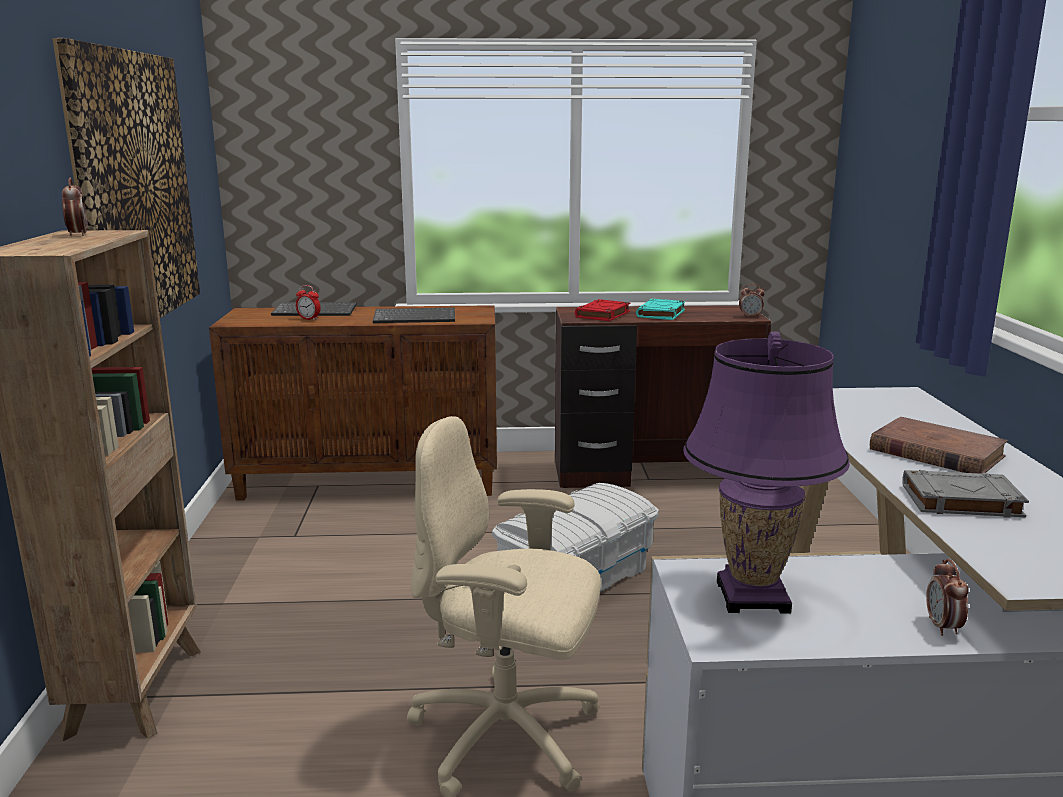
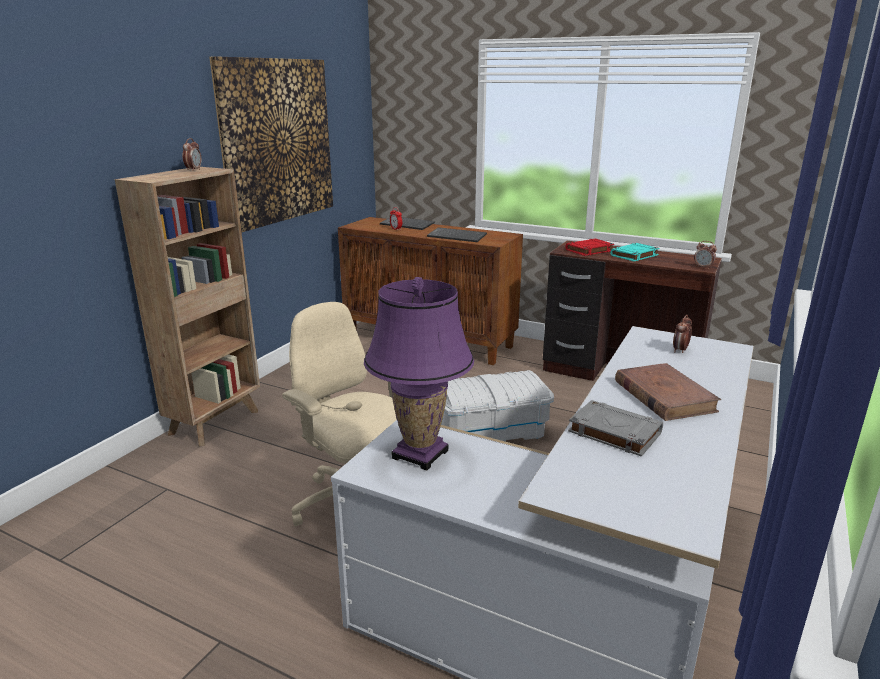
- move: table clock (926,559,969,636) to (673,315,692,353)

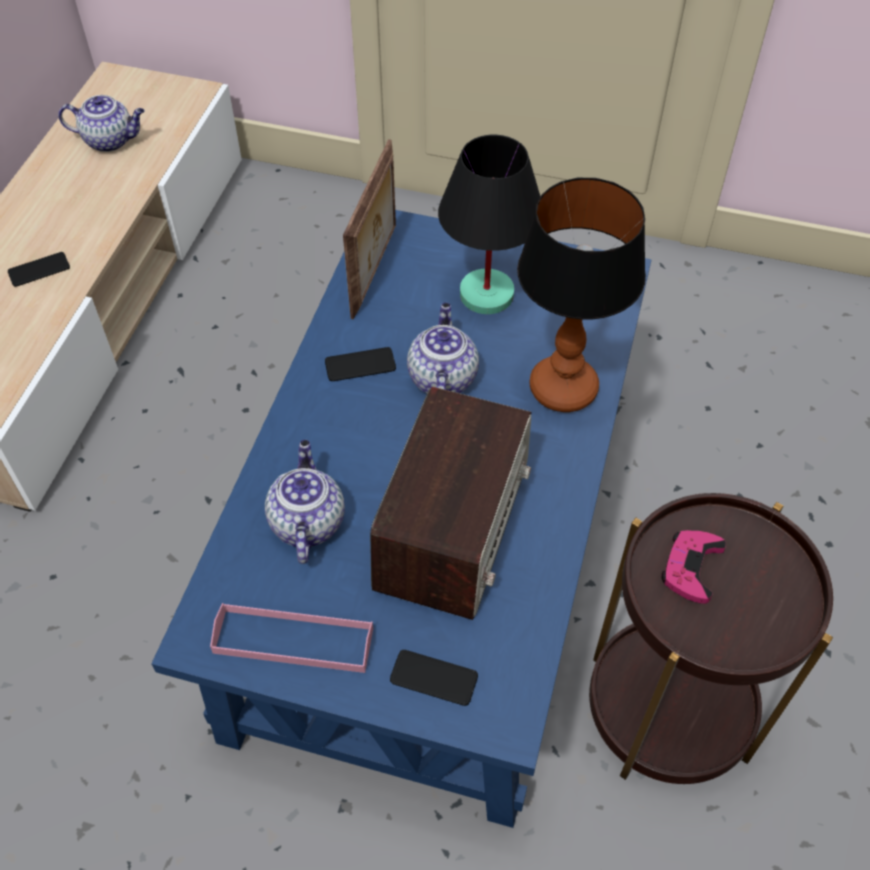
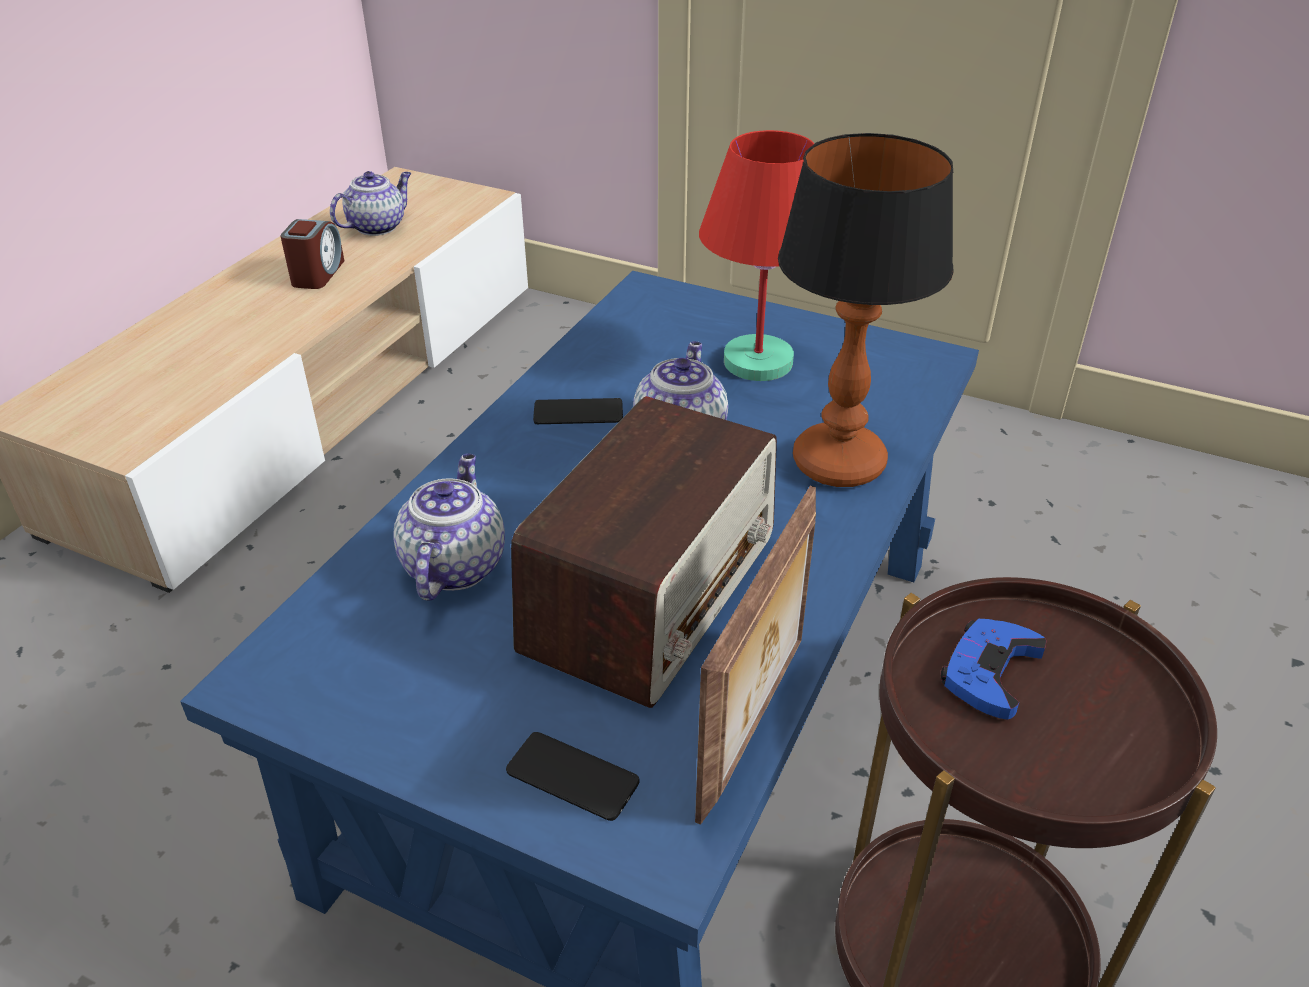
- delete: handset (8,252,70,287)
- rotate: pot for tea (58,95,145,152) = (330,171,411,236) 60 degrees counterclockwise
- delete: pinkish carrying tray (210,603,373,673)
- move: photo frame (343,139,396,319) to (695,486,816,825)
- recolor: black lamp for a table (438,135,541,314) to red lamp for a table (699,130,814,381)
- recolor: pinkish game controller (661,530,726,604) to blue-coloured game controller (941,619,1046,720)
- insert: table clock (280,219,344,289)

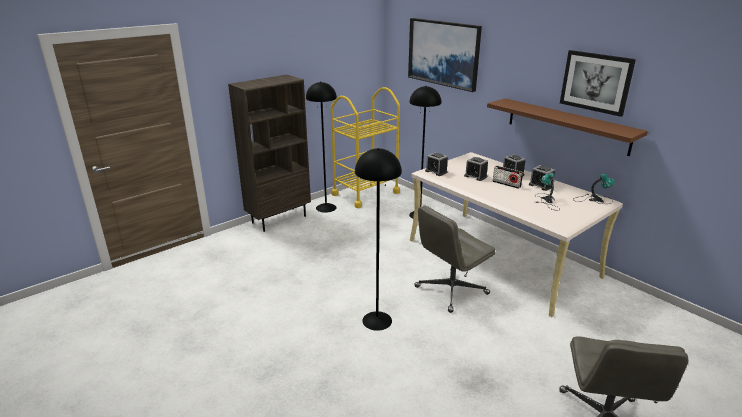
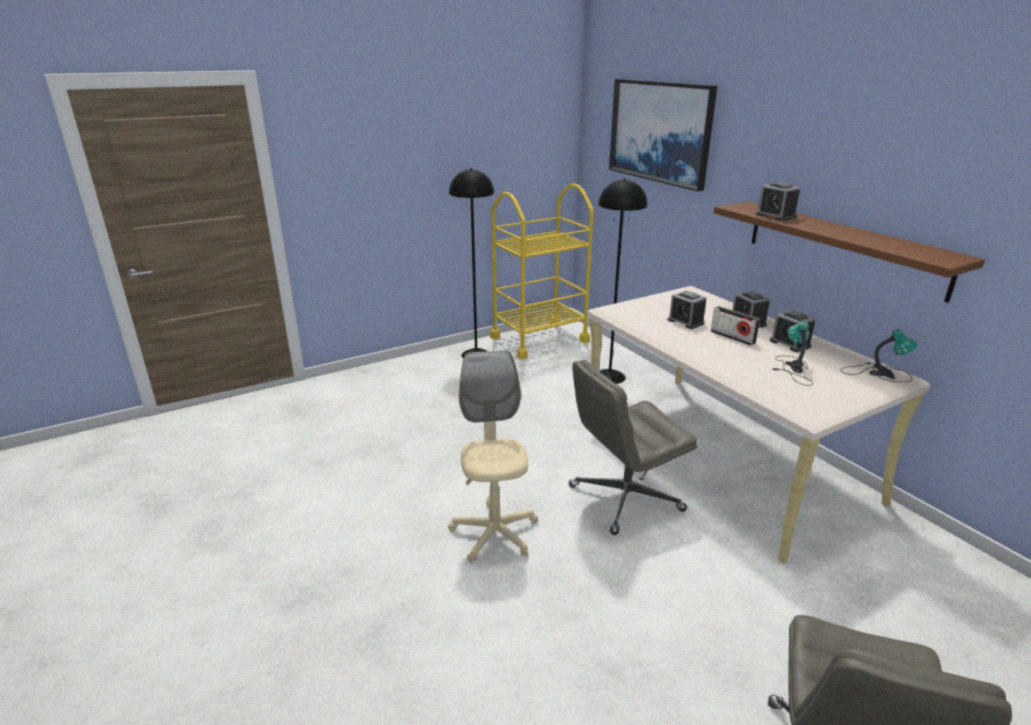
- delete: brown bookcase (228,75,311,232)
- replace: black standing lamp (355,148,402,331) to beige-coloured desk chair (448,350,538,563)
- move: table clock (425,152,448,176) to (756,182,800,221)
- delete: picture (560,50,636,117)

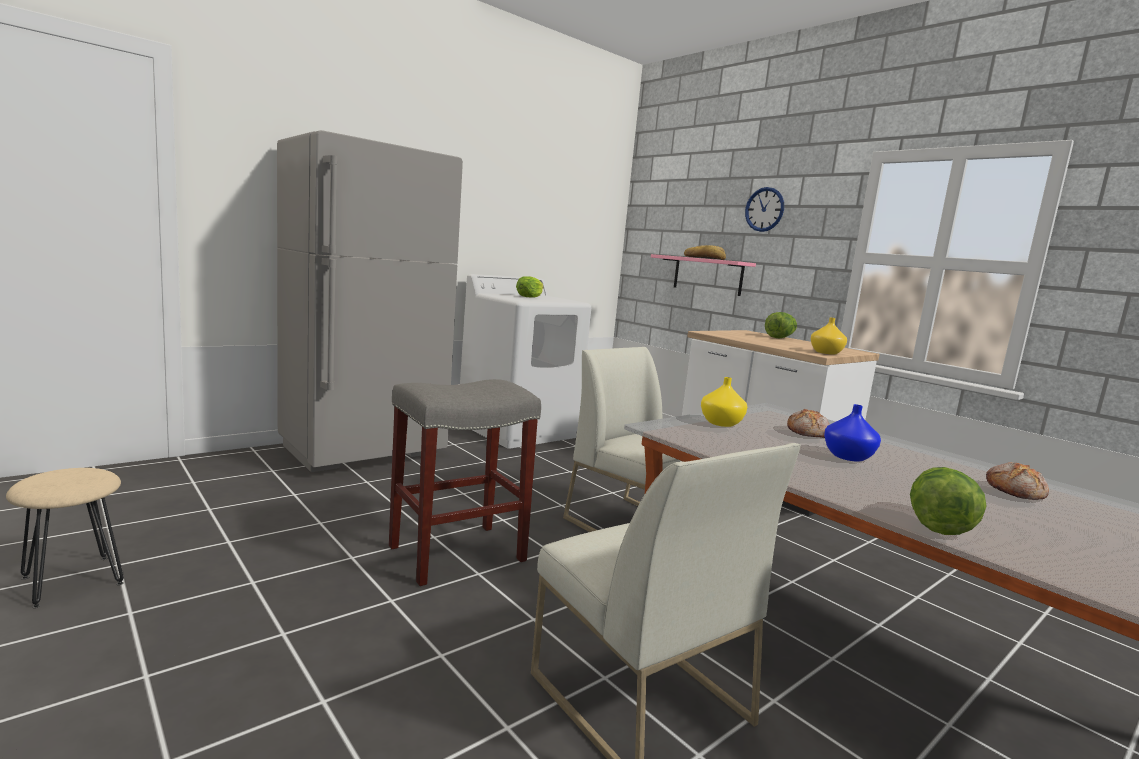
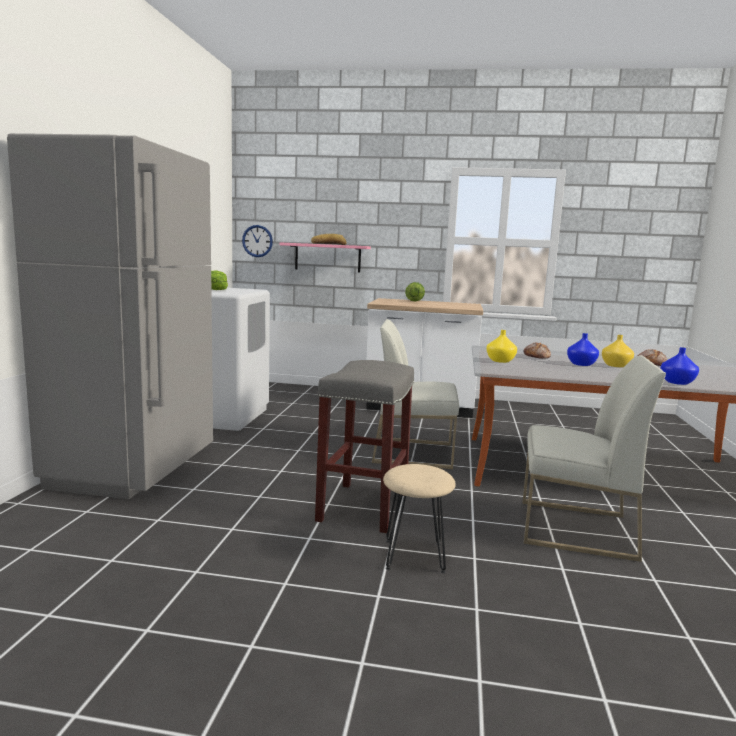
- move: beige-coloured sitting stool (6,468,124,608) to (383,464,456,573)
- move: hanging clock (745,187,784,232) to (242,225,273,257)
- move: yellowish flower vase (811,318,847,355) to (602,335,634,367)
- replace: lettuce head (910,467,986,535) to blue-coloured flower vase (660,347,699,385)

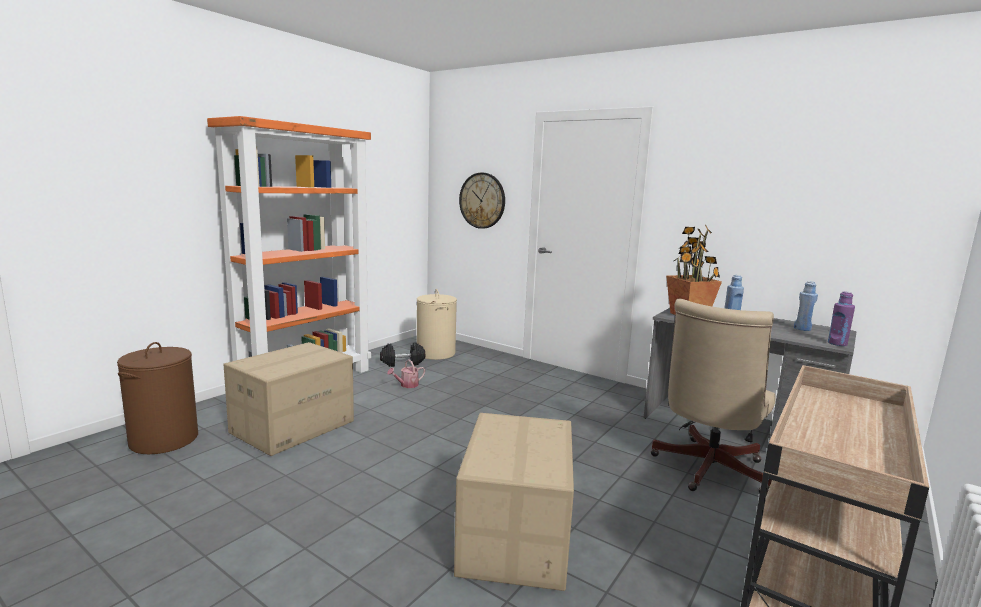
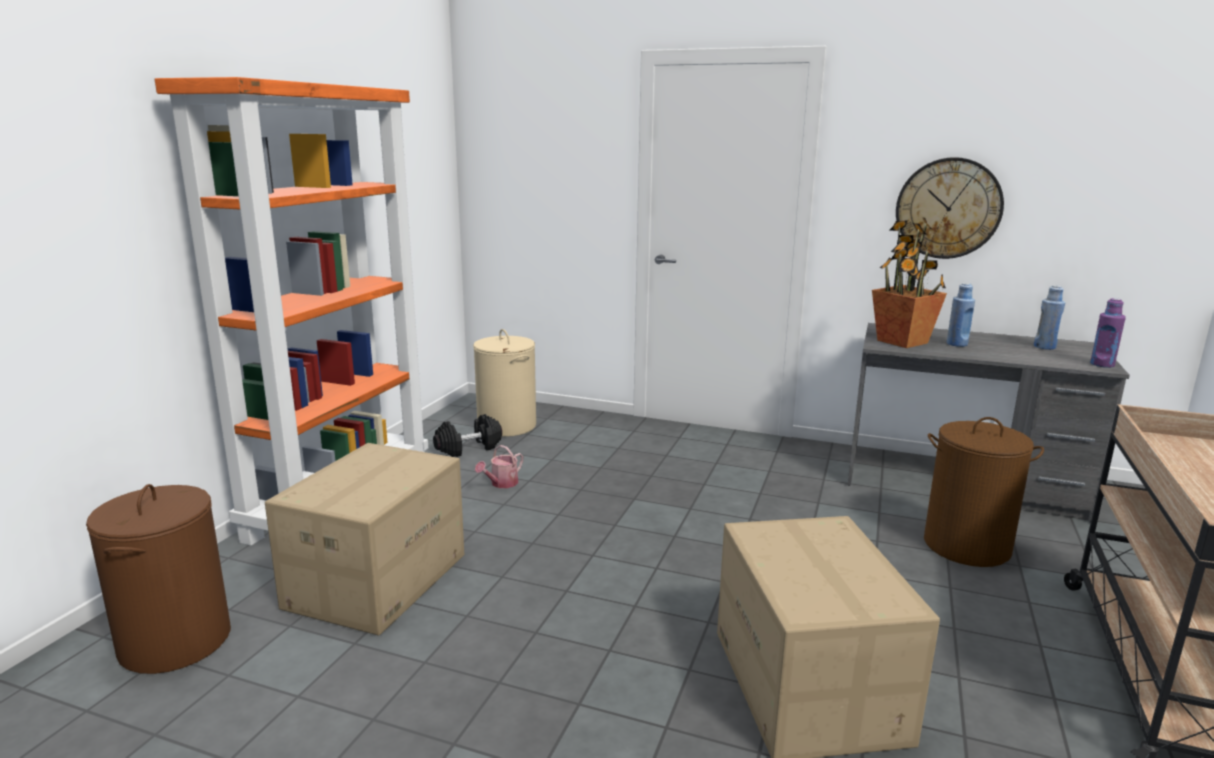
- move: hanging clock (459,173,505,229) to (896,157,1004,259)
- replace: beige-coloured desk chair (651,299,776,495) to brown laundry basket (924,417,1044,567)

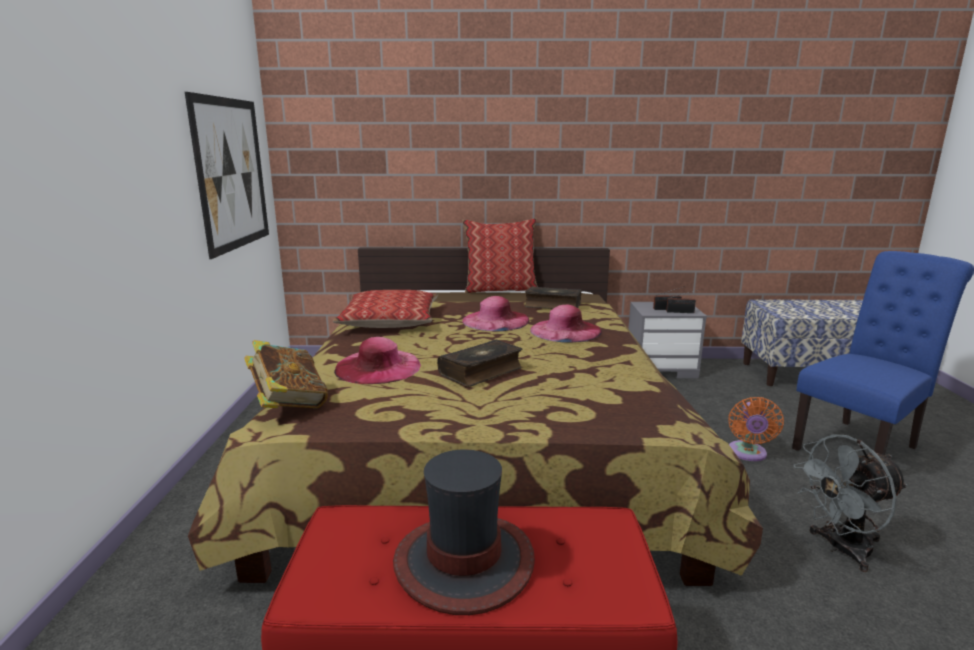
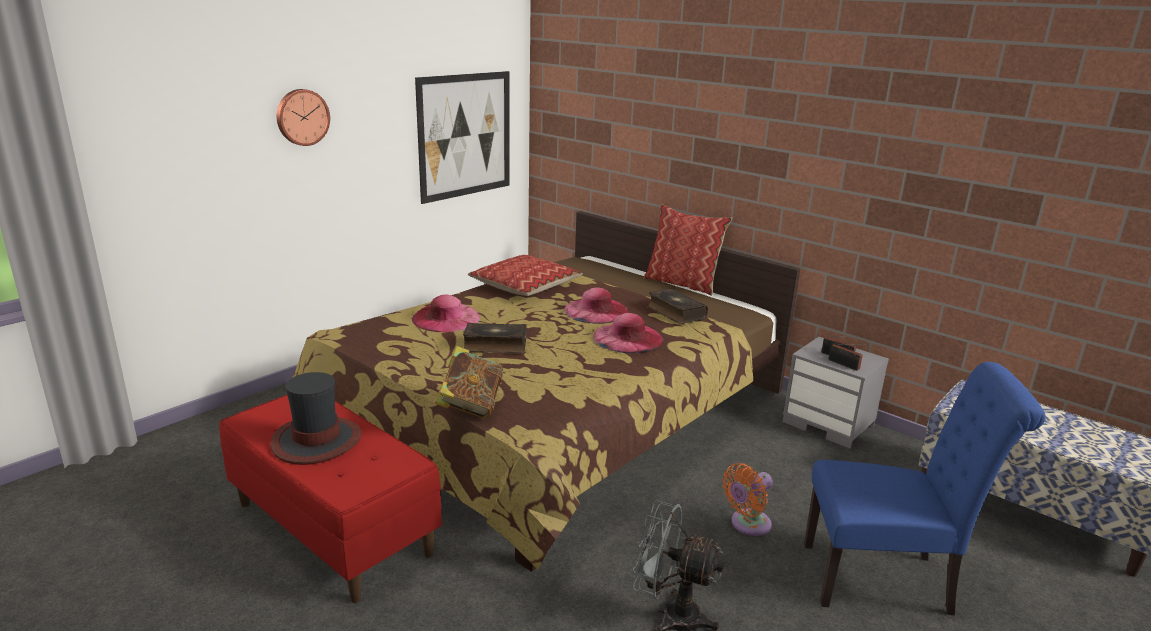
- move: volume (244,340,328,408) to (435,346,503,418)
- insert: hanging clock (277,89,330,146)

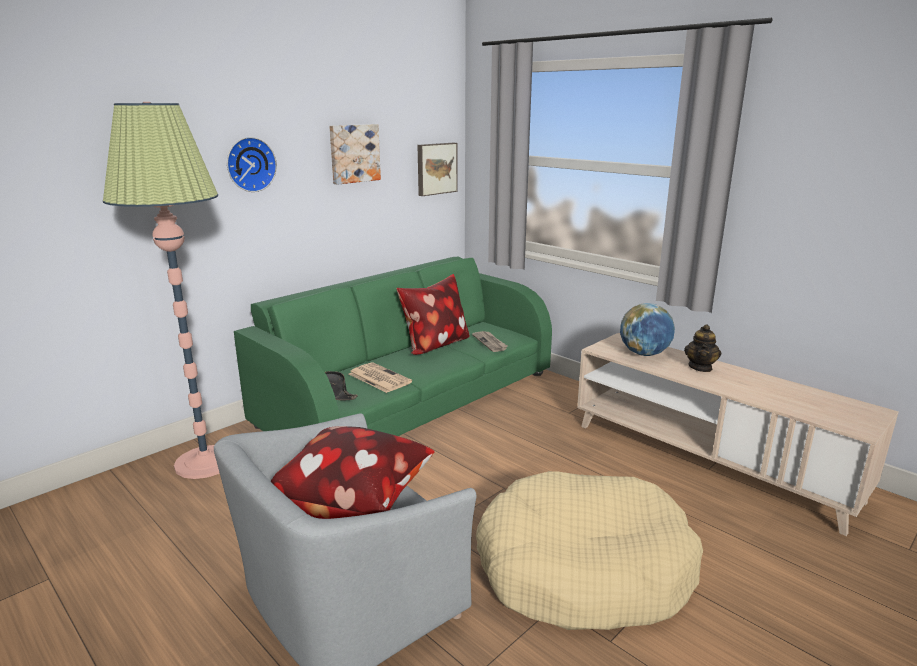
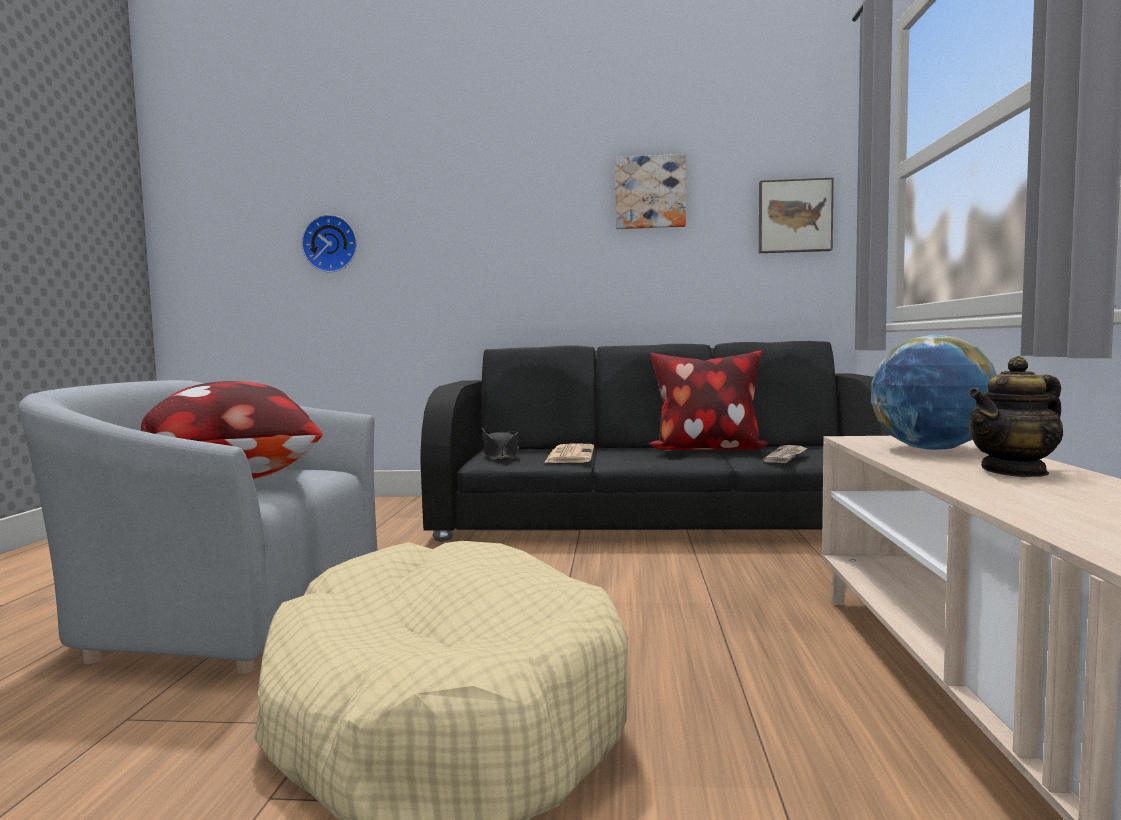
- delete: standing lamp (103,102,220,479)
- move: hanging clock (227,137,277,192) to (302,214,357,273)
- recolor: greenish settee (234,257,552,436) to black settee (421,341,891,542)

